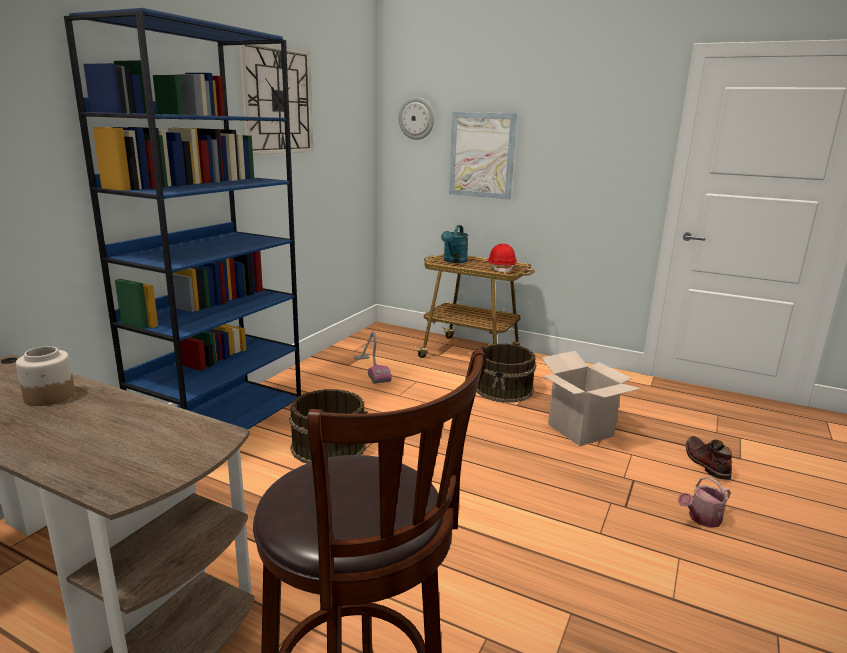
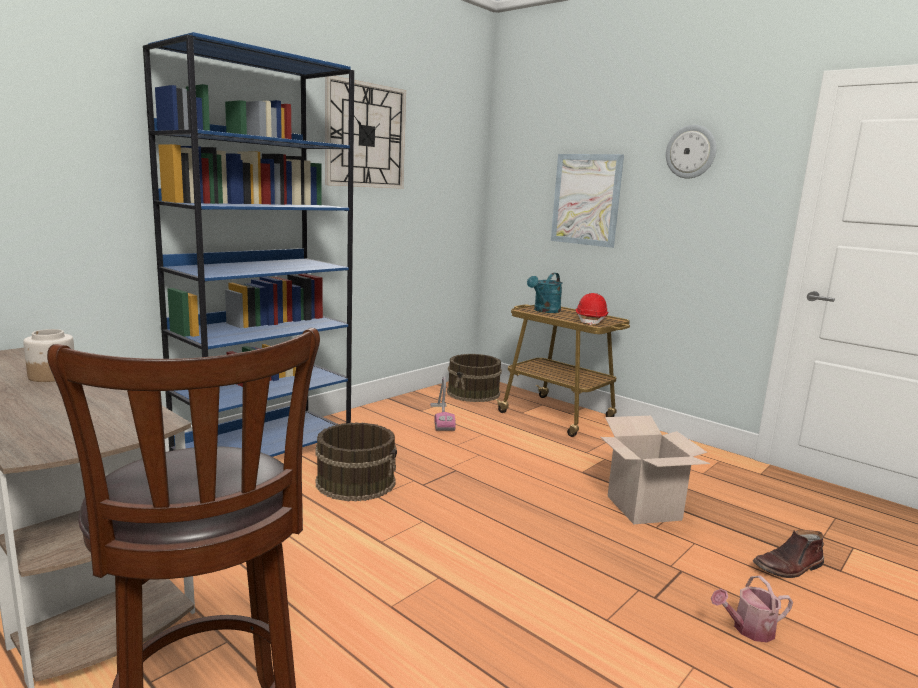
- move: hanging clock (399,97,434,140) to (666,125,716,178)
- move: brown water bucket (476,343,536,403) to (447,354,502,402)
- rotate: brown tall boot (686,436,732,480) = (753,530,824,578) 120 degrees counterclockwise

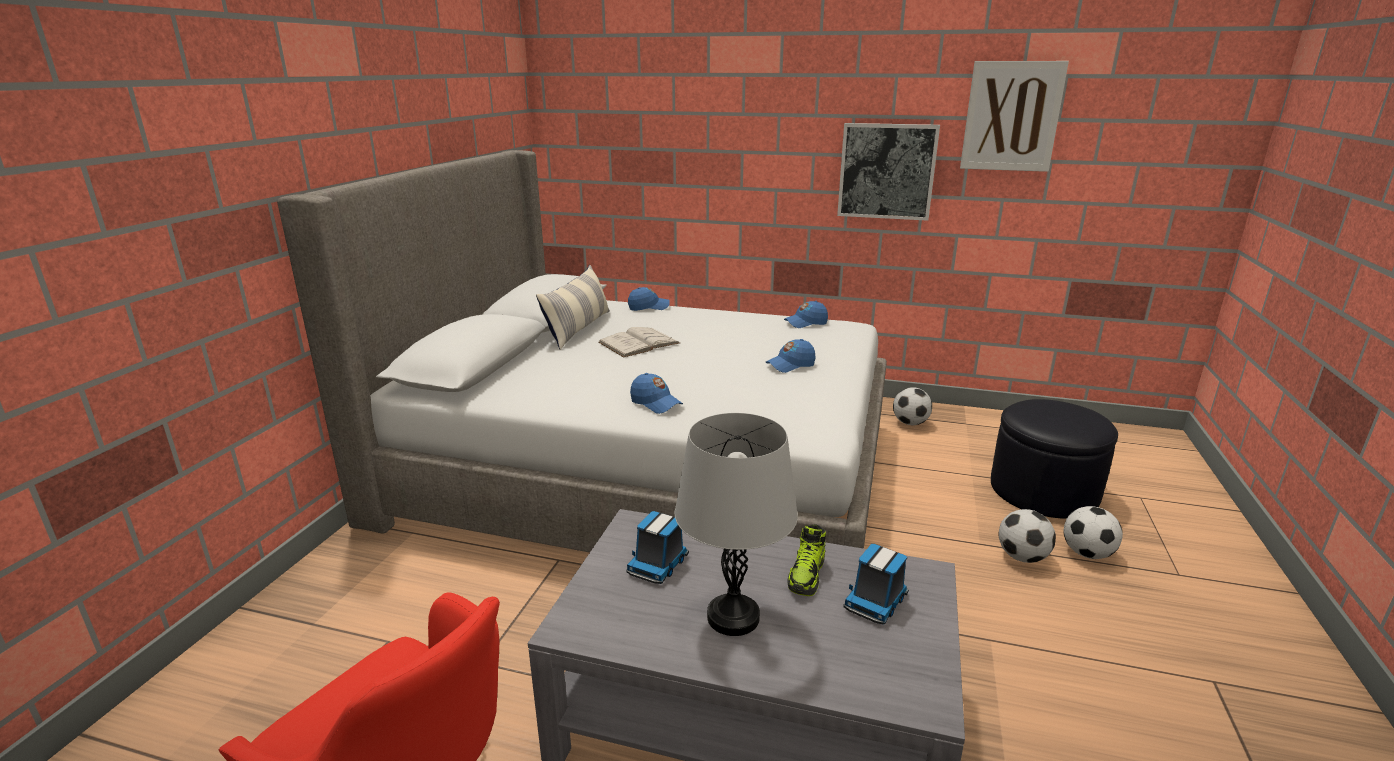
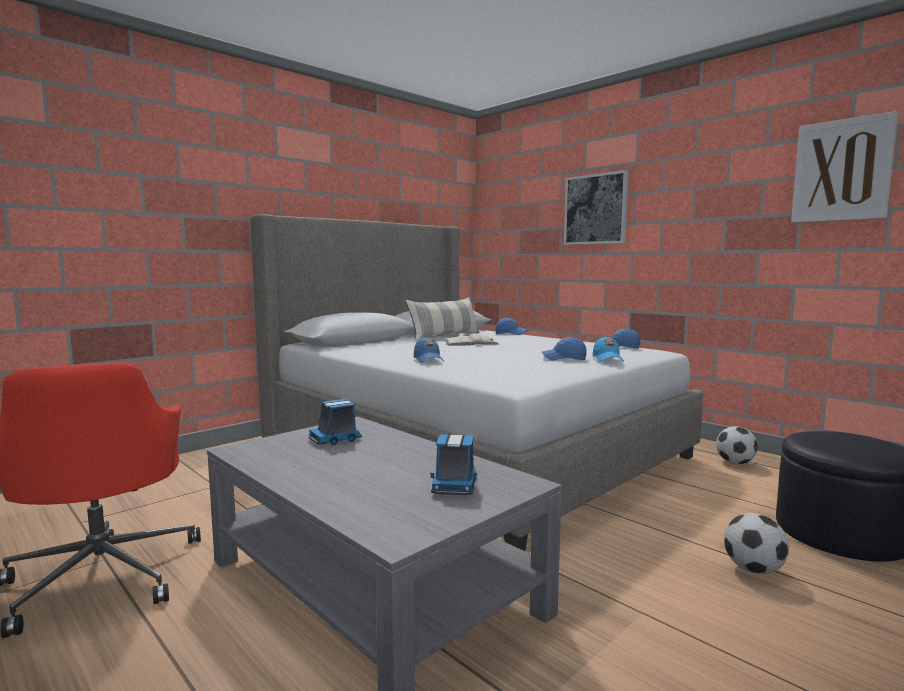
- delete: grey lamp for a table (675,413,798,636)
- delete: low shoe (787,524,826,596)
- move: picture (837,123,940,221) to (564,170,629,245)
- rotate: toy lorry (843,544,909,625) = (431,434,477,495) 60 degrees counterclockwise
- delete: ball for football (1064,506,1123,559)
- insert: blue-coloured baseball cap (593,336,624,362)

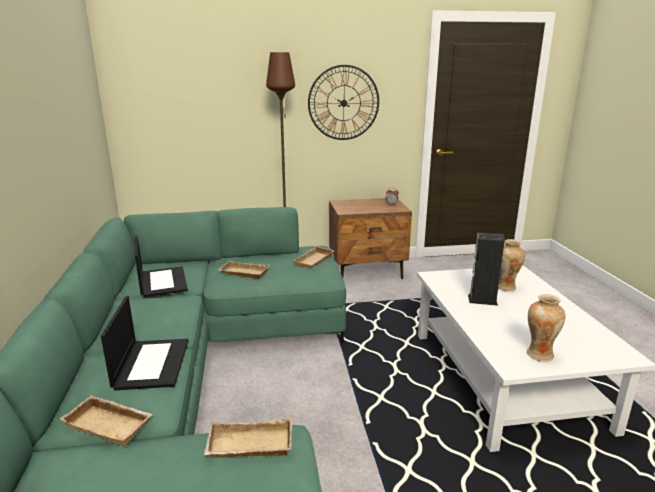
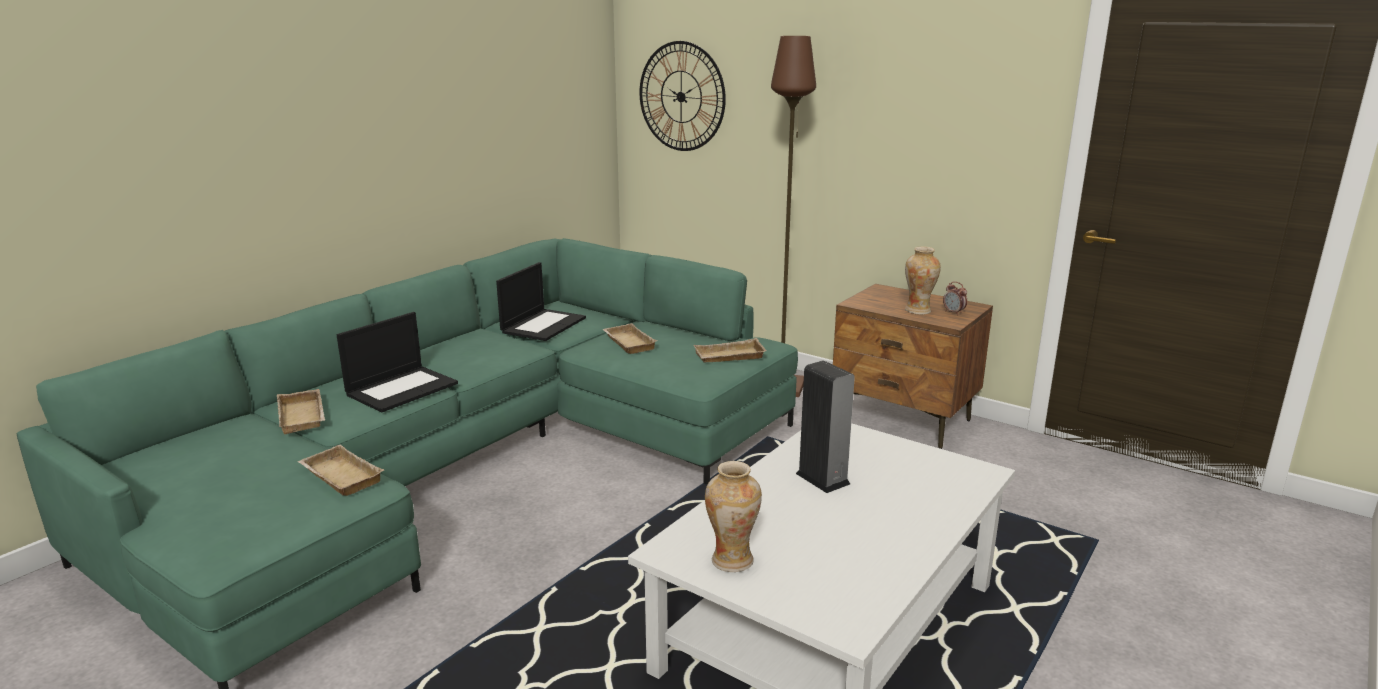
- move: hanging clock (308,65,379,140) to (640,41,726,151)
- move: flower vase (498,239,525,291) to (905,246,941,315)

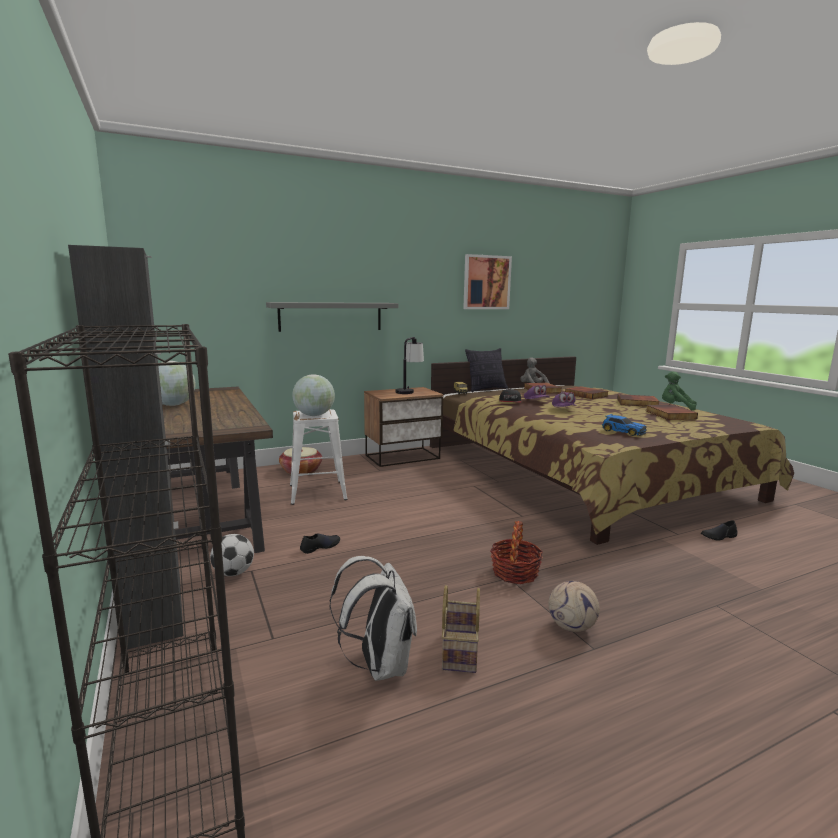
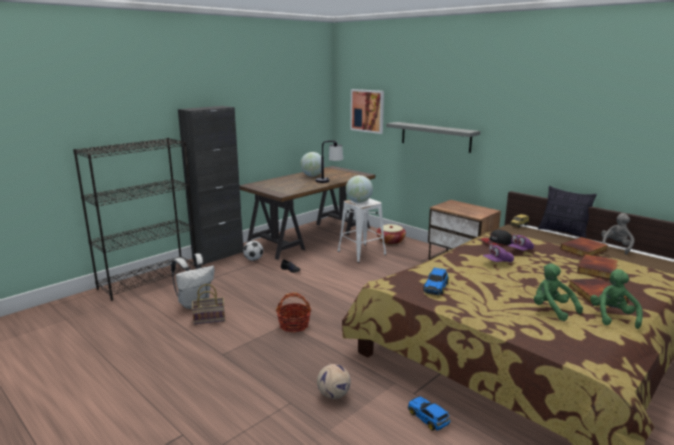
- move: lamp for a table (395,337,424,394) to (316,141,343,183)
- move: picture (463,254,512,309) to (350,89,384,134)
- move: ball for football (548,581,600,632) to (317,364,351,399)
- replace: volume (646,405,698,420) to greenish soft toy (534,263,583,321)
- replace: black low shoe (701,520,738,541) to miniature car (408,396,451,431)

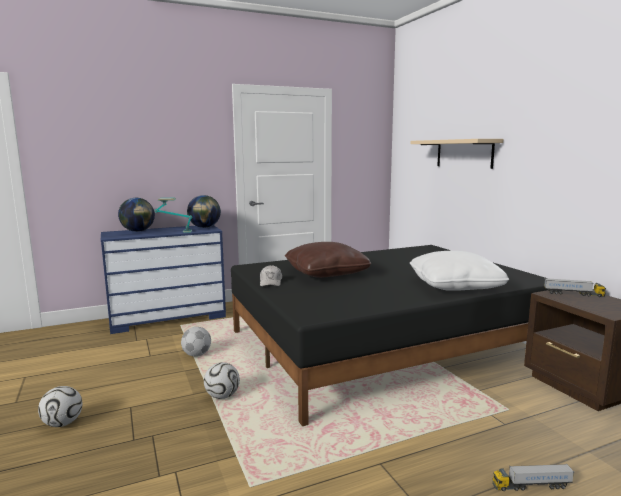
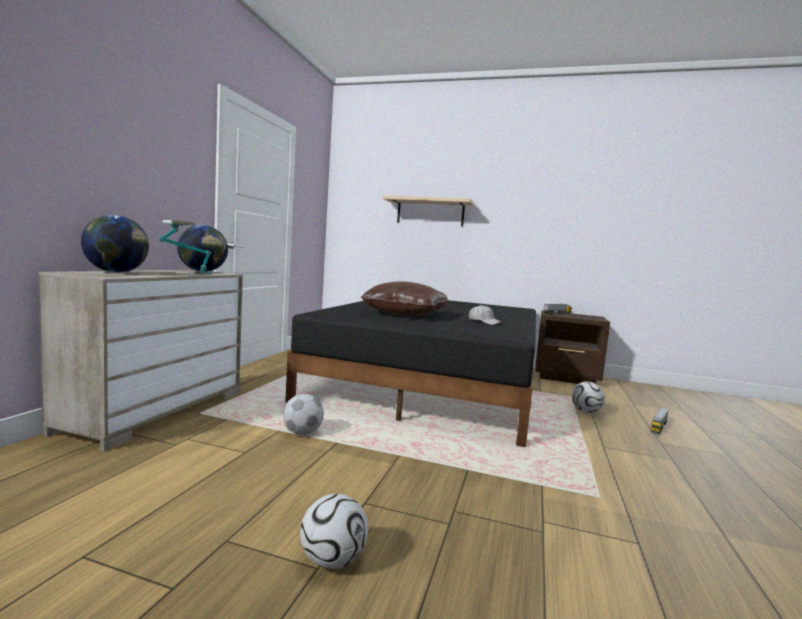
- recolor: blue-coloured drawer chest (101,225,226,334) to beige-coloured drawer chest (38,270,243,451)
- move: ball for football (204,362,240,399) to (571,382,605,413)
- move: whitish baseball cap (260,265,282,286) to (469,305,502,325)
- delete: whitish pillow (410,251,509,291)

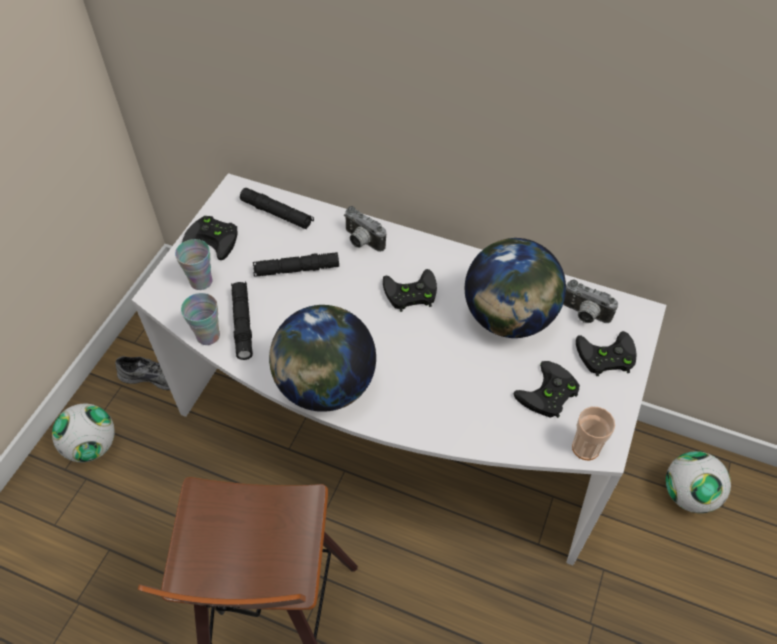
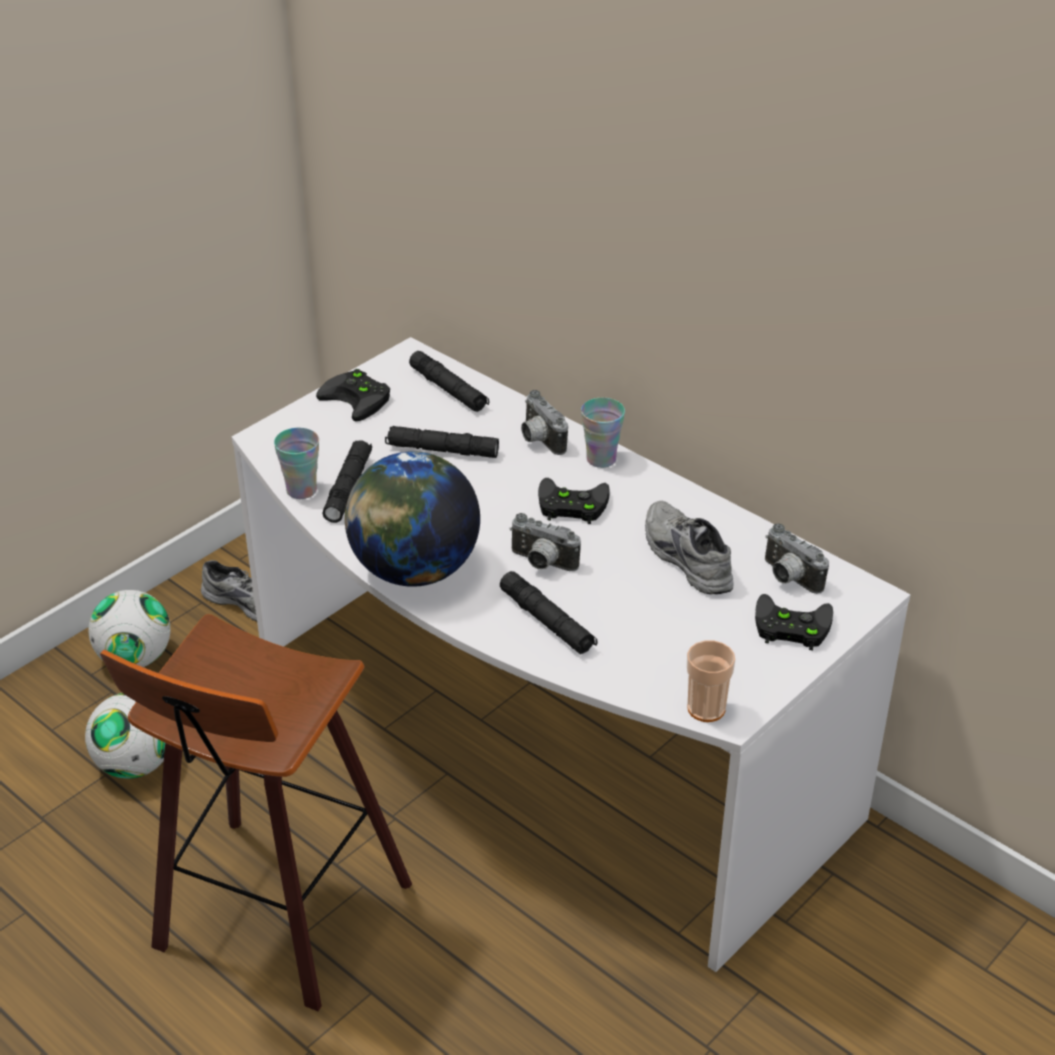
- move: drinking cup (175,239,212,290) to (581,398,625,468)
- replace: desk globe (465,238,566,338) to grey low shoe (645,501,734,594)
- delete: black game controller (514,361,580,418)
- move: ball for football (666,451,731,513) to (85,693,166,779)
- insert: black torch (500,571,598,655)
- insert: photo camera (510,513,581,571)

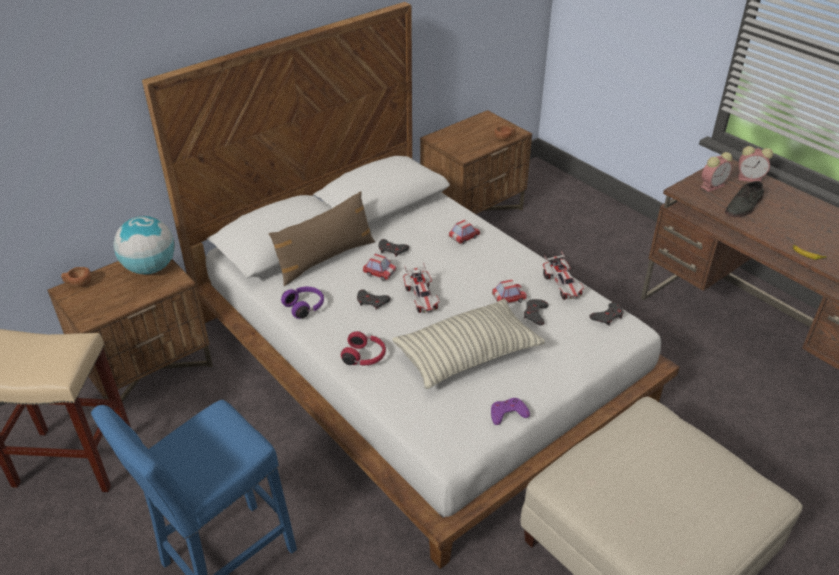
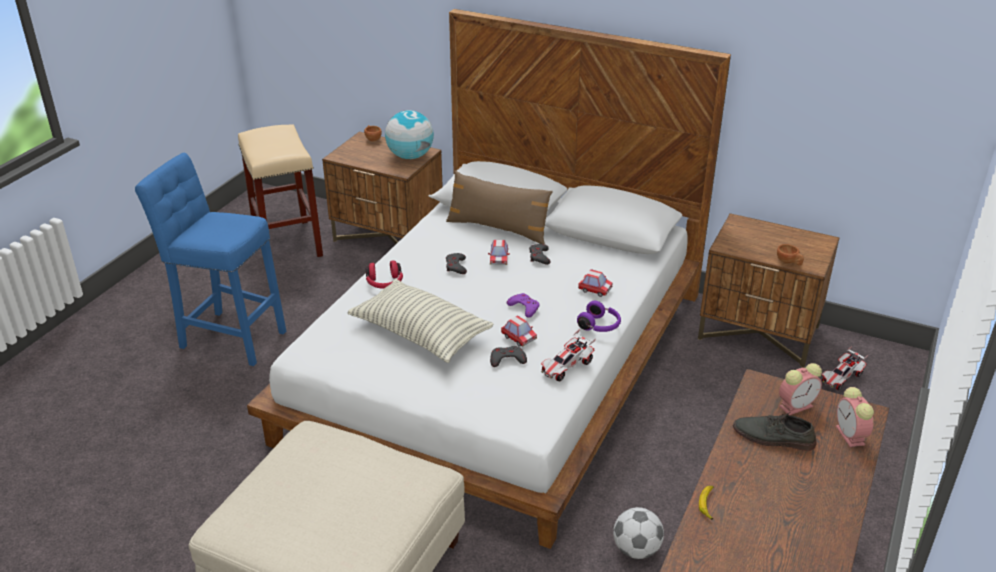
- move: purple headset (281,287,324,319) to (577,301,621,332)
- move: miniature car (403,262,439,313) to (822,346,869,390)
- move: purple game controller (491,398,530,425) to (507,293,539,318)
- delete: grey game controller (590,303,623,326)
- rotate: table clock (700,152,733,192) = (779,363,822,415) 60 degrees counterclockwise
- insert: ball for football (613,507,664,559)

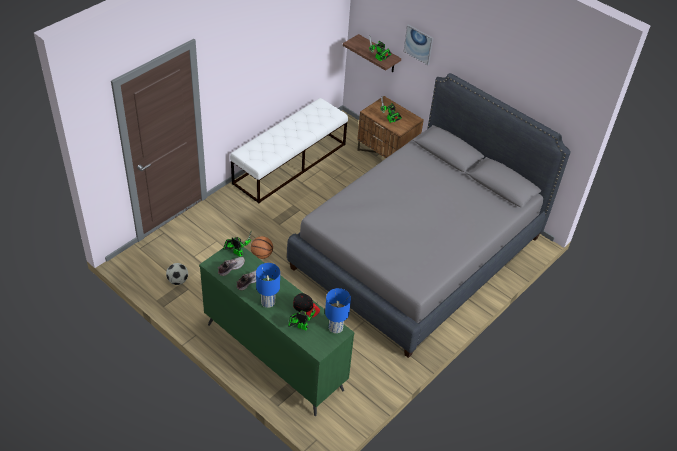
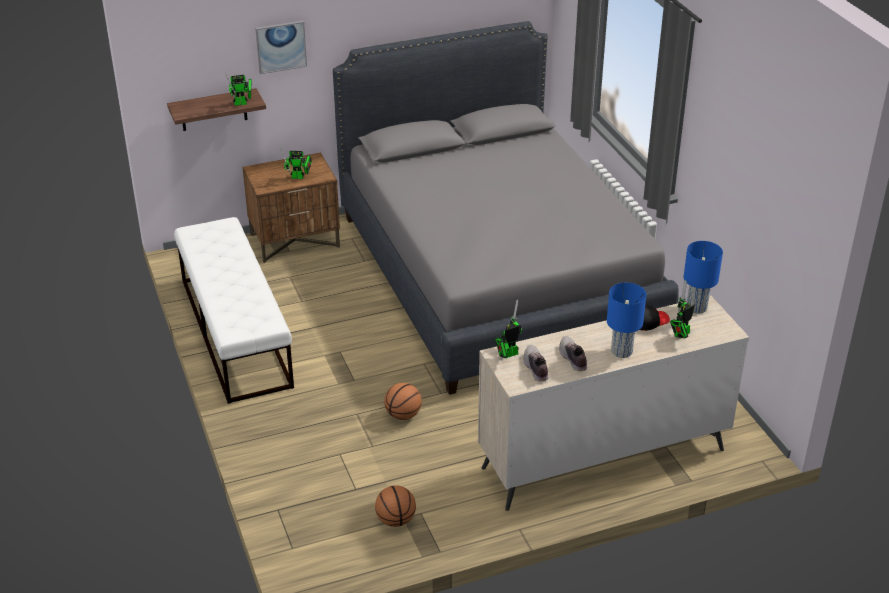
- replace: ball for football (166,263,188,285) to ball for basketball (375,485,416,527)
- recolor: greenish drawer chest (199,246,354,416) to beige-coloured drawer chest (478,296,749,511)

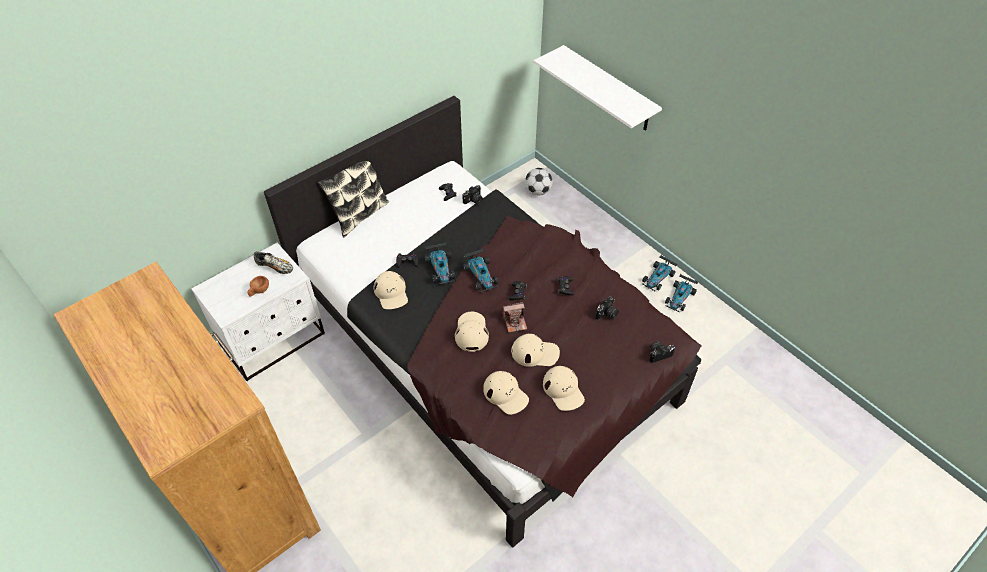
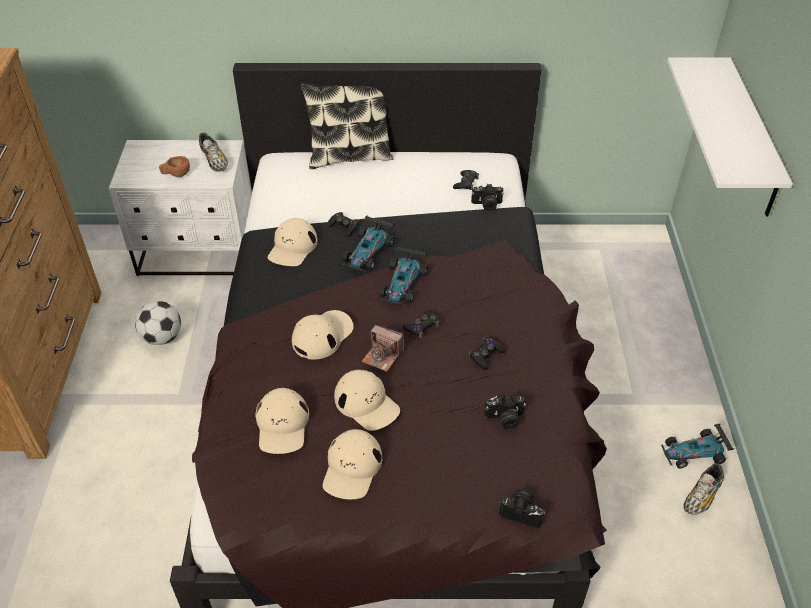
- move: ball for football (525,168,553,195) to (135,301,181,345)
- replace: miniature car (665,274,698,312) to low shoe (683,463,724,515)

